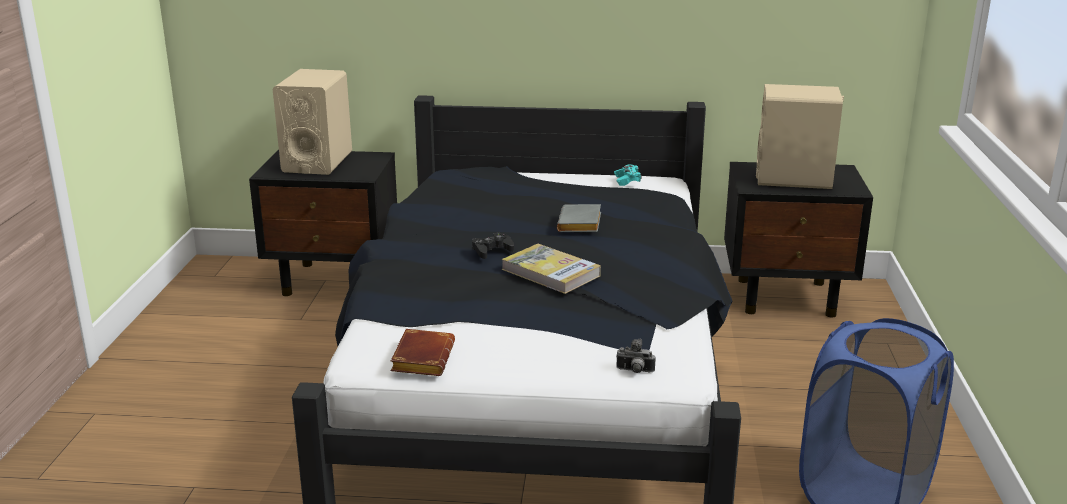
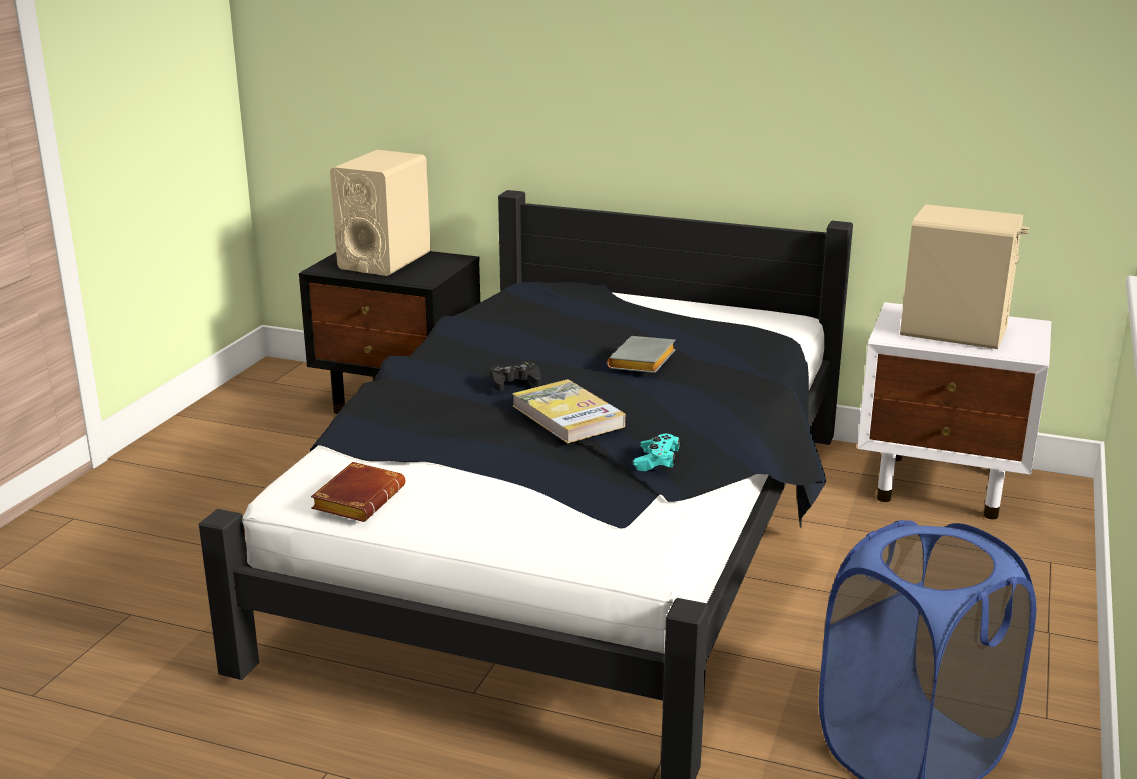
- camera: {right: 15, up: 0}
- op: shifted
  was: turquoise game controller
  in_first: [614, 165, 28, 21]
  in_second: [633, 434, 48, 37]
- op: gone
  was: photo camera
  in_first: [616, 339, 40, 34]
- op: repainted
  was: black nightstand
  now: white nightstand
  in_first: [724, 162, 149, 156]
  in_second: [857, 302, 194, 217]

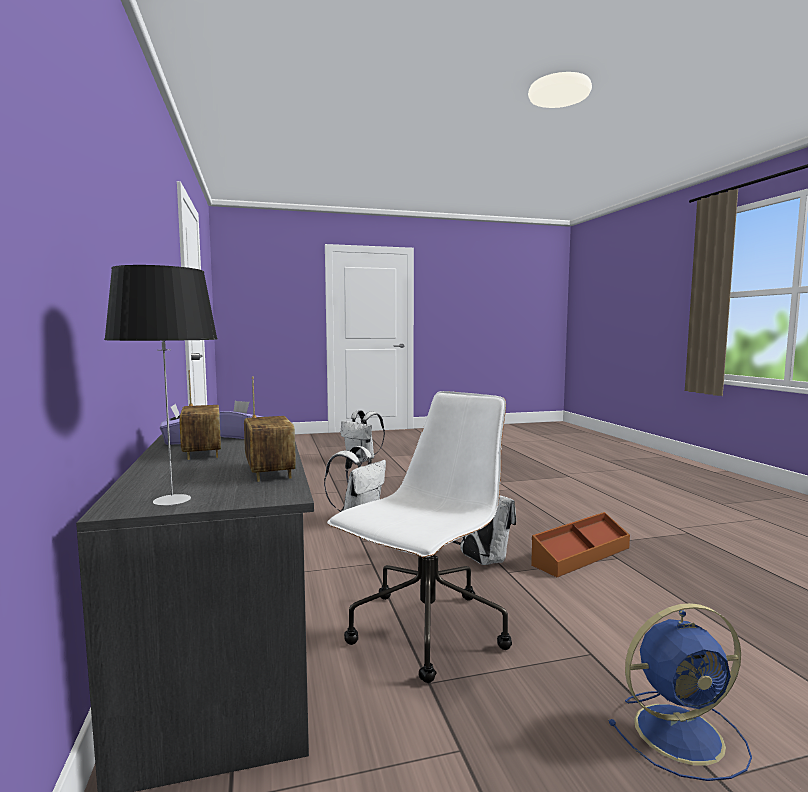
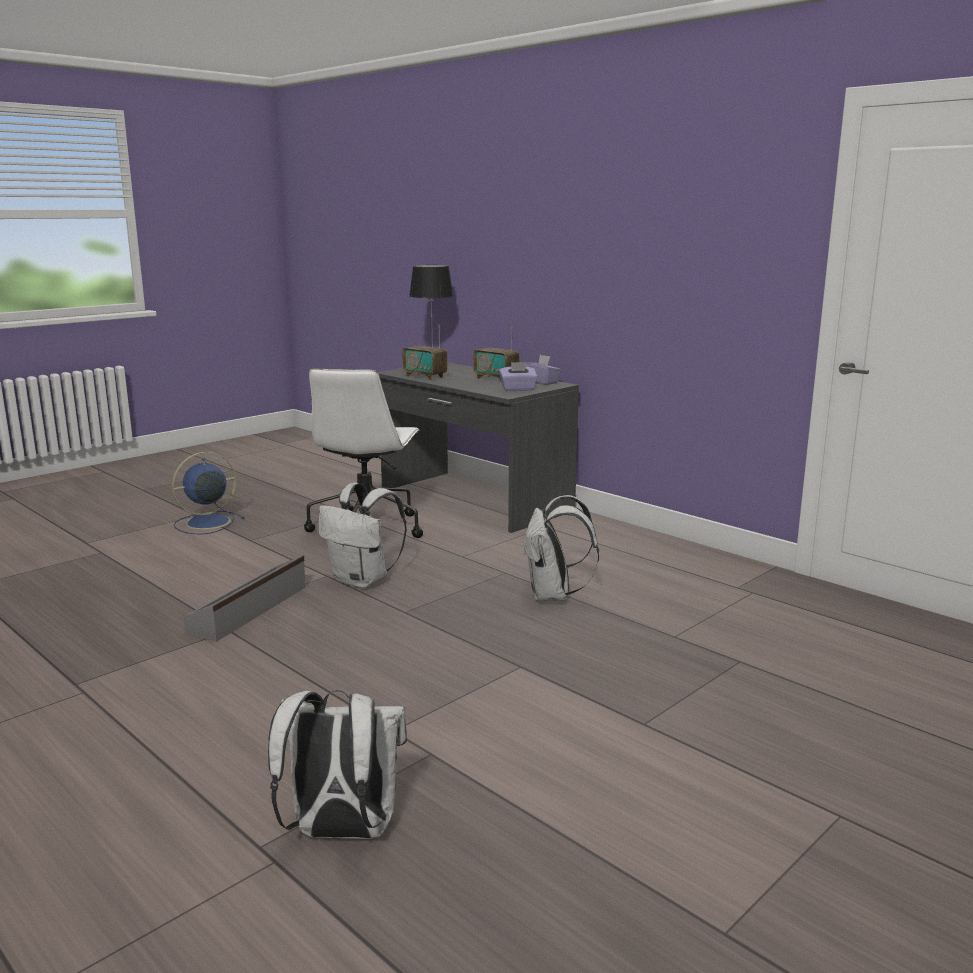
- camera: {right: 150, up: 10}
- op: shifted
  was: white backpack
  in_first: [341, 410, 44, 52]
  in_second: [268, 690, 139, 149]
- op: repainted
  was: brown storage box
  now: grey storage box
  in_first: [531, 512, 99, 65]
  in_second: [183, 555, 123, 87]

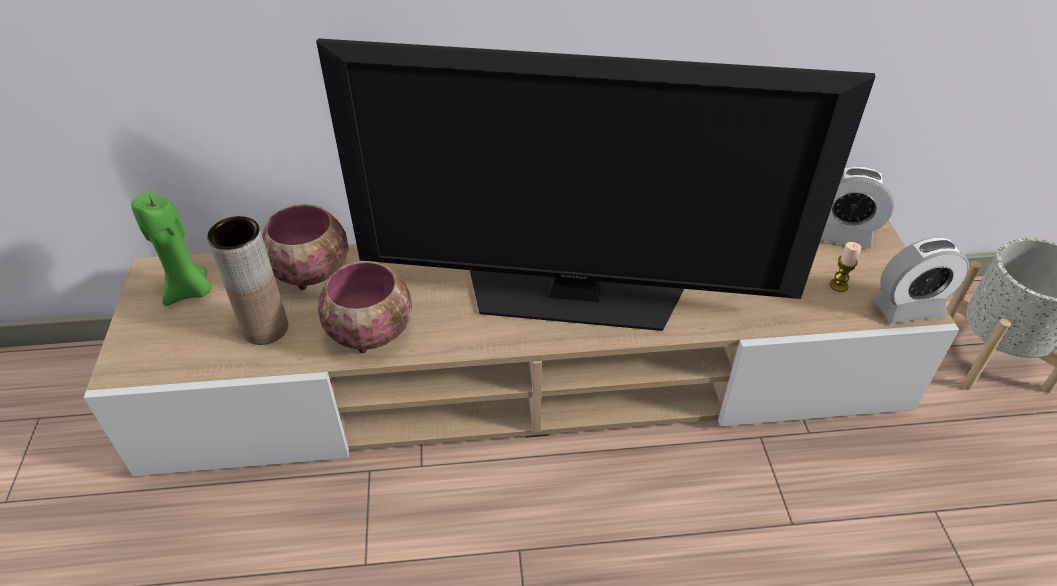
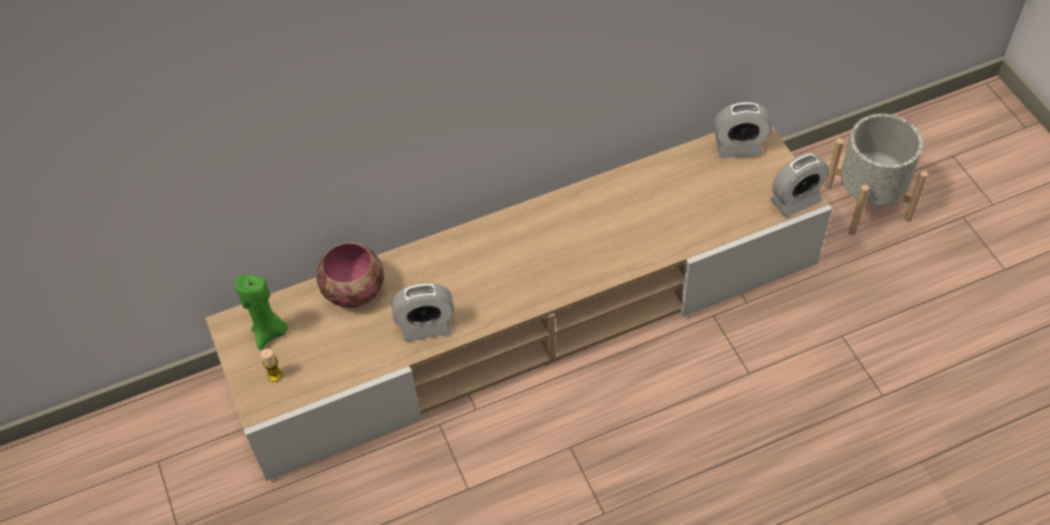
- camera: {right: -15, up: 10}
- op: gone
  was: brown vase
  in_first: [207, 216, 81, 129]
- op: gone
  was: television
  in_first: [316, 38, 560, 293]
- op: swapped
  was: bowl
  now: alarm clock
  in_first: [318, 261, 94, 92]
  in_second: [391, 283, 63, 59]
- op: shifted
  was: candle
  in_first: [829, 242, 33, 50]
  in_second: [261, 349, 21, 33]

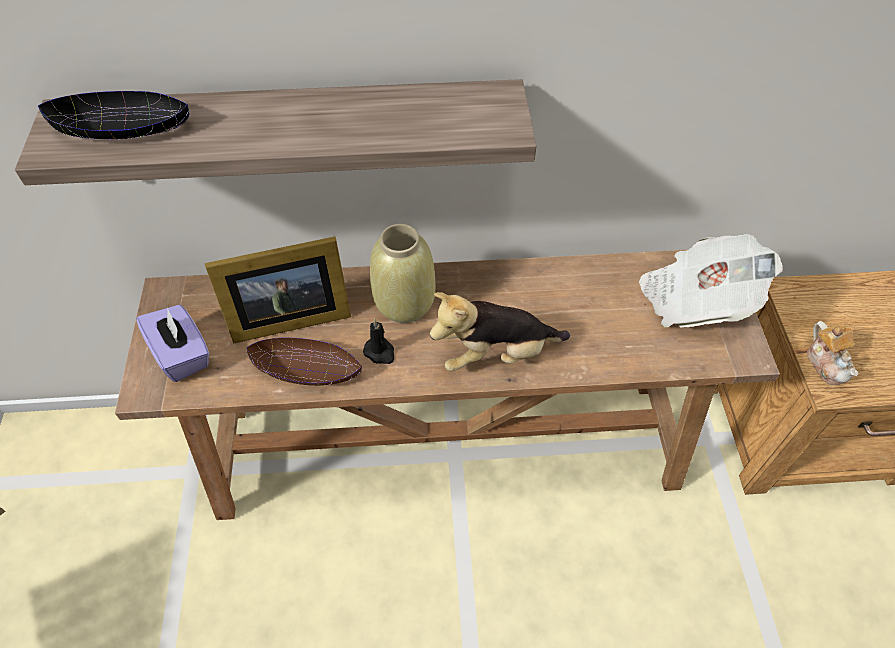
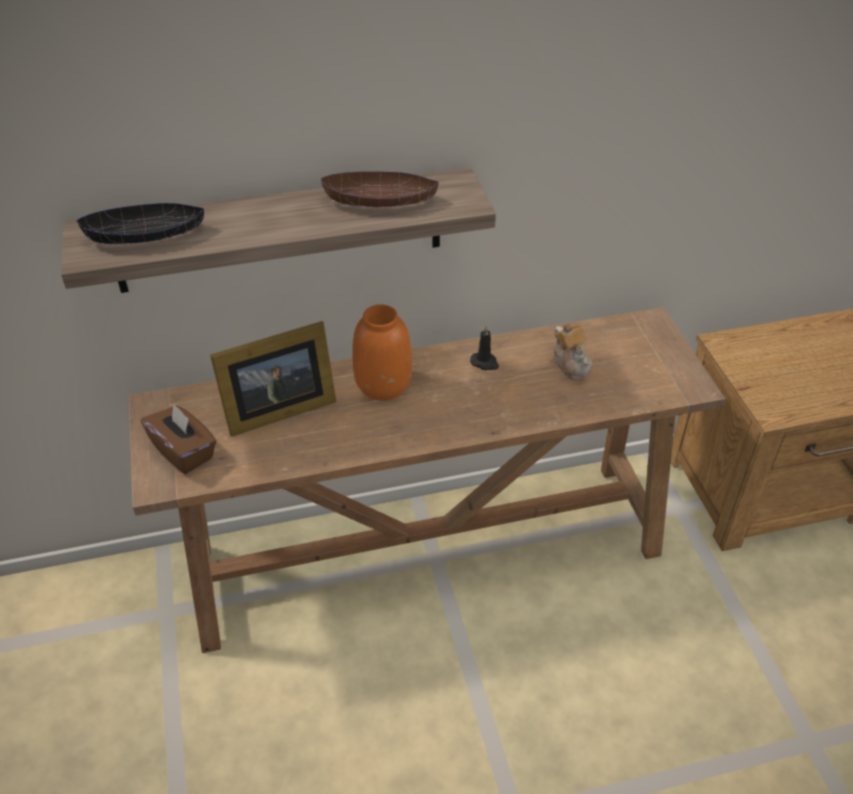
- camera: {right: -10, up: -10}
- op: repainted
  was: purple tissue box
  now: brown tissue box
  in_first: [136, 305, 73, 77]
  in_second: [141, 403, 76, 71]
- op: shifted
  was: brown bowl
  in_first: [246, 337, 116, 49]
  in_second: [321, 171, 117, 36]
- op: shifted
  was: black candle
  in_first: [363, 319, 31, 45]
  in_second: [470, 325, 29, 45]
- op: repainted
  was: beige vase
  now: orange vase
  in_first: [370, 224, 65, 99]
  in_second: [352, 304, 60, 97]
- op: gone
  was: plush toy
  in_first: [430, 292, 140, 79]
- op: gone
  was: newspaper
  in_first: [639, 234, 144, 93]
- op: shifted
  was: teapot
  in_first: [807, 321, 52, 64]
  in_second: [553, 323, 39, 58]

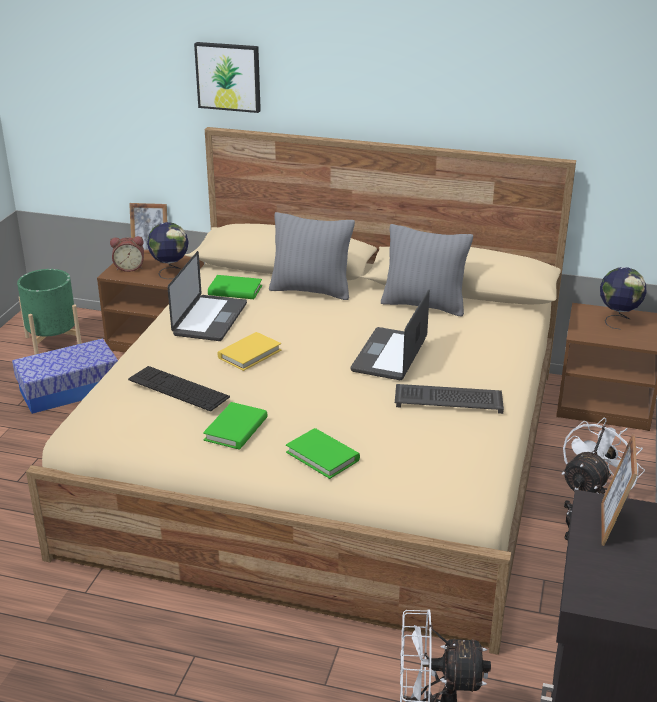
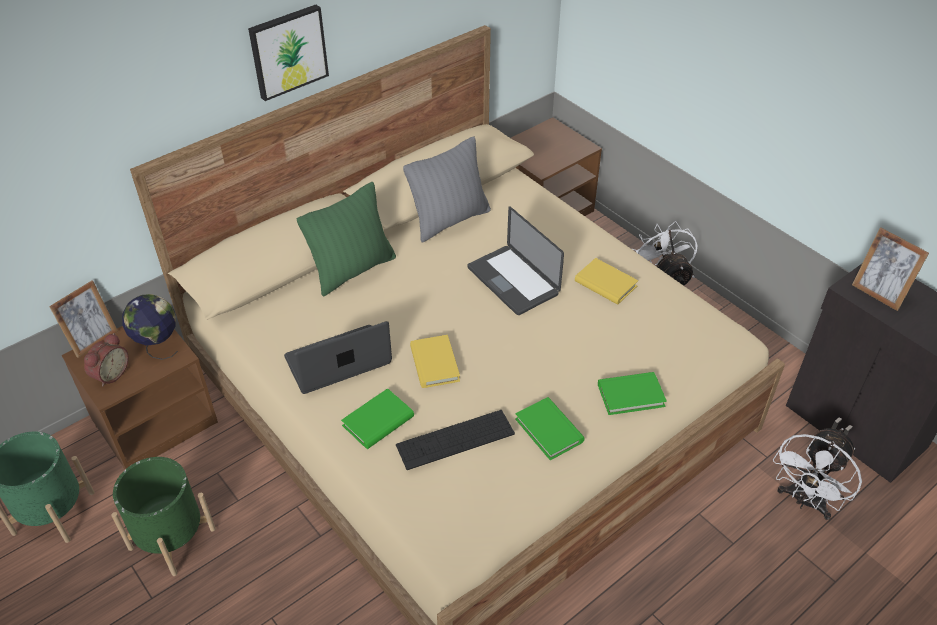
- camera: {right: -55, up: 15}
- op: swapped
  was: storage box
  now: green planter
  in_first: [12, 338, 106, 76]
  in_second: [111, 457, 105, 119]
- op: rotated
  was: laptop
  in_first: [168, 251, 79, 90]
  in_second: [284, 321, 108, 73]
  clockwise: -75
- op: shifted
  was: picture
  in_first: [194, 42, 67, 71]
  in_second: [248, 5, 81, 96]
- op: shifted
  was: green book
  in_first: [208, 275, 54, 24]
  in_second: [341, 388, 73, 61]
- op: repainted
  was: grey pillow
  now: green pillow
  in_first: [269, 212, 86, 88]
  in_second: [297, 182, 99, 114]
- op: swapped
  was: keyboard
  now: yellow book
  in_first: [395, 384, 109, 30]
  in_second: [575, 258, 63, 47]
- op: gone
  was: globe
  in_first: [600, 267, 47, 63]

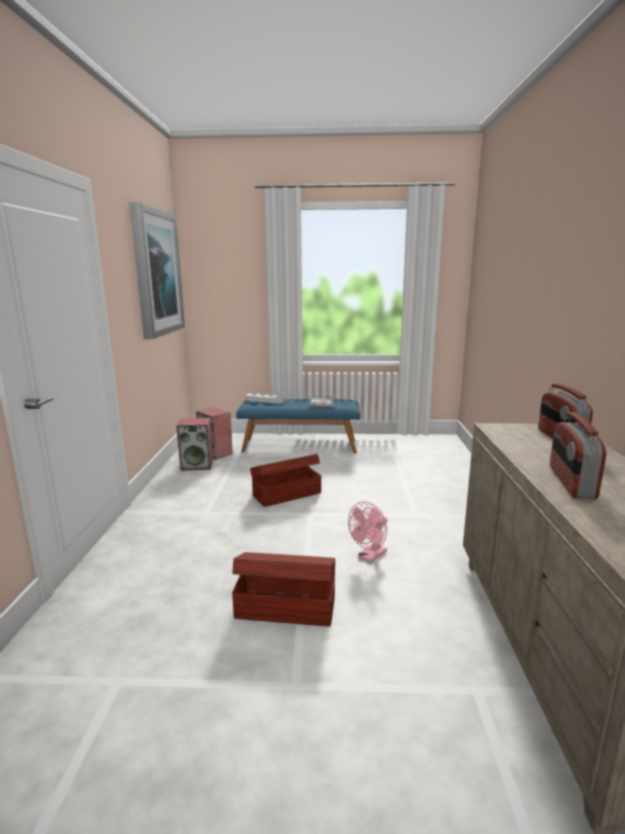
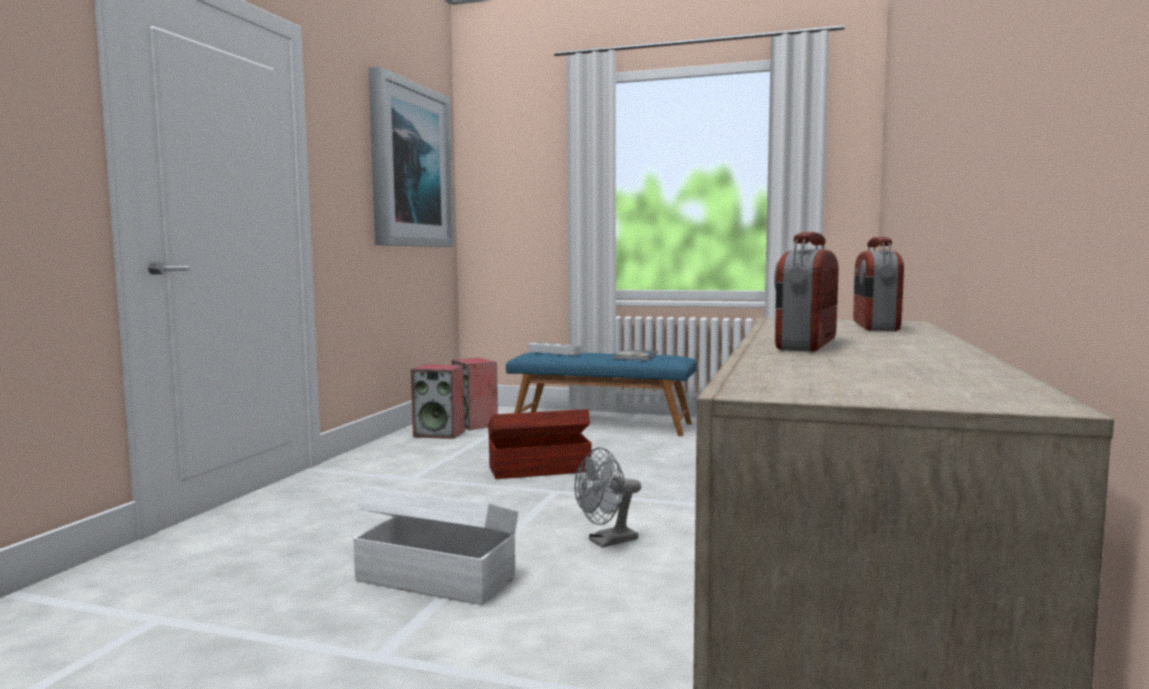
- camera: {right: 15, up: -10}
- op: repainted
  was: brown storage box
  now: white storage box
  in_first: [232, 552, 103, 75]
  in_second: [353, 486, 165, 119]
- op: repainted
  was: pink fan
  now: grey fan
  in_first: [348, 502, 40, 61]
  in_second: [574, 447, 67, 101]

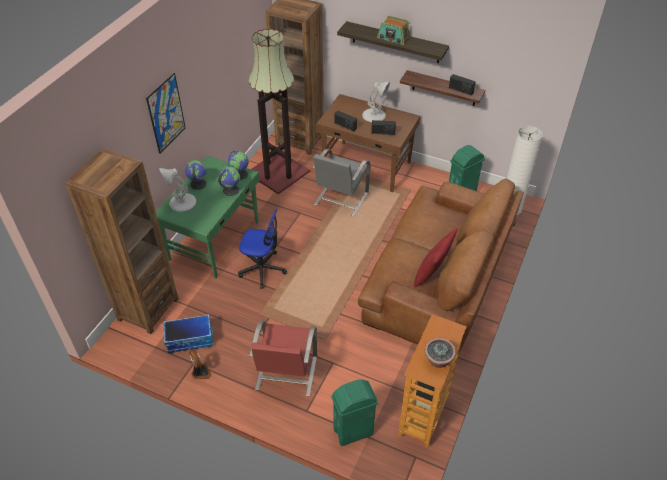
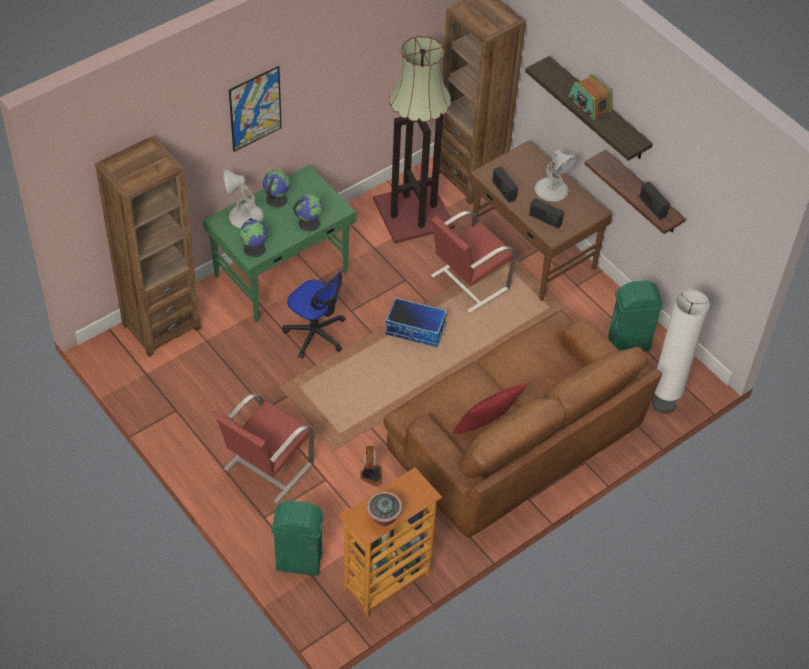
- camera: {right: 25, up: 5}
- op: shifted
  was: storage box
  in_first: [163, 314, 50, 39]
  in_second: [385, 297, 62, 50]
- op: shifted
  was: fan
  in_first: [189, 349, 23, 30]
  in_second: [360, 446, 22, 40]
- op: shifted
  was: globe
  in_first: [228, 151, 21, 29]
  in_second: [240, 218, 28, 39]
- op: repainted
  was: grey chair
  now: red chair
  in_first: [312, 149, 59, 68]
  in_second: [430, 211, 86, 102]

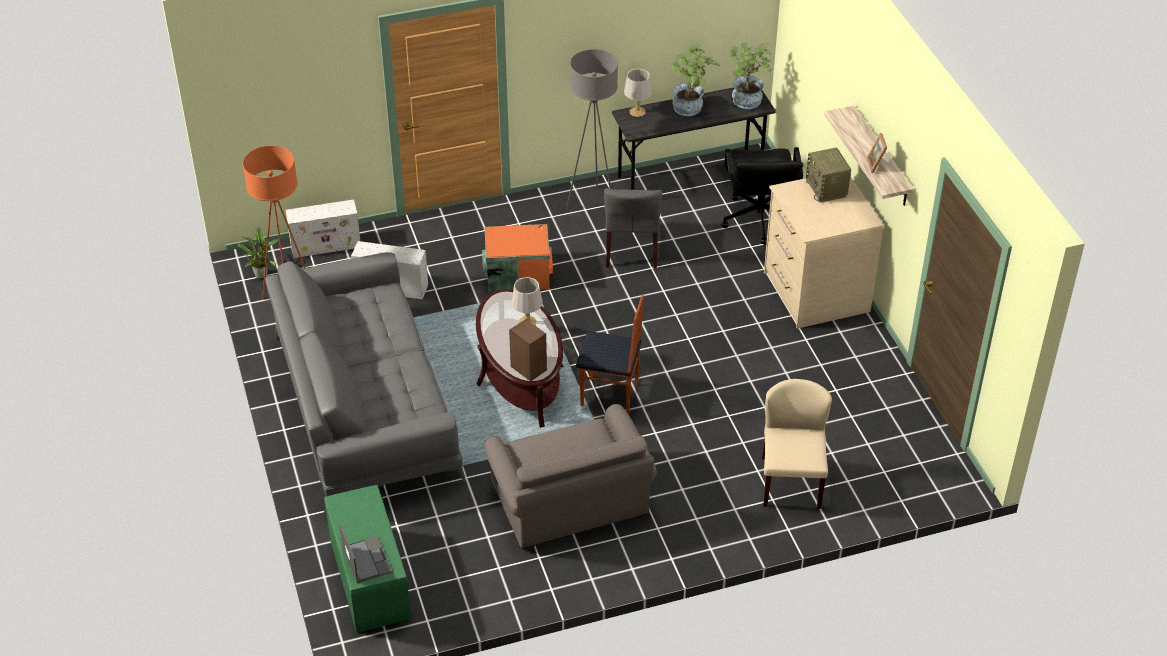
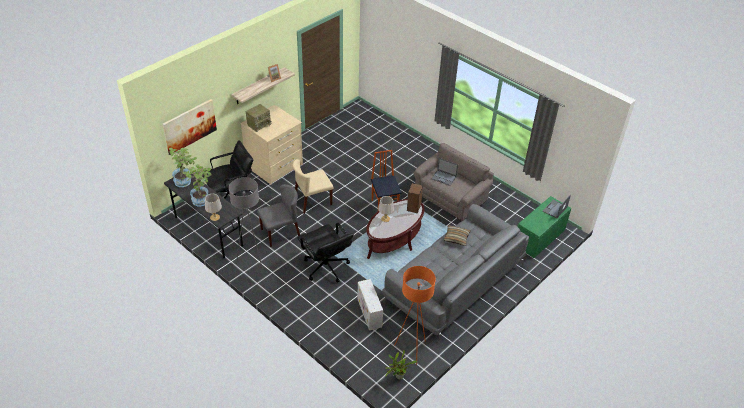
- camera: {right: -120, up: 0}
- op: gone
  was: white storage box
  in_first: [286, 199, 74, 59]
- op: swapped
  was: orange storage box
  now: black office chair
  in_first: [482, 224, 71, 69]
  in_second: [298, 223, 56, 59]
- op: shifted
  was: beige chair
  in_first: [762, 379, 70, 130]
  in_second: [293, 159, 41, 55]
- op: new
  now: picture
  in_second: [163, 99, 54, 56]
- op: new
  now: laptop
  in_second: [431, 158, 27, 28]
- op: new
  now: pillow
  in_second: [444, 225, 26, 21]

